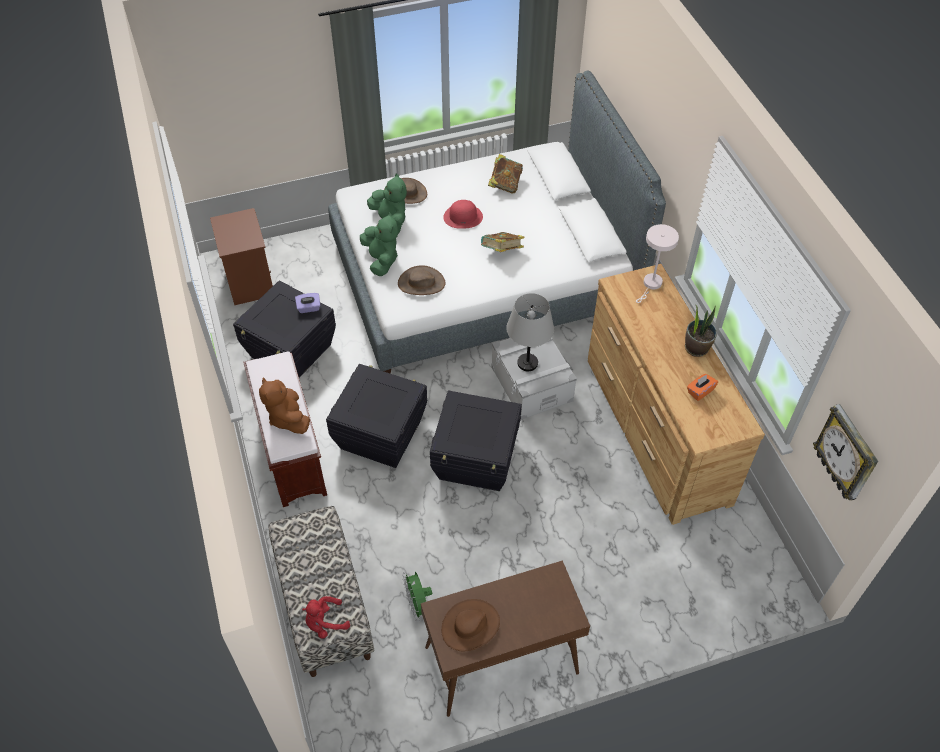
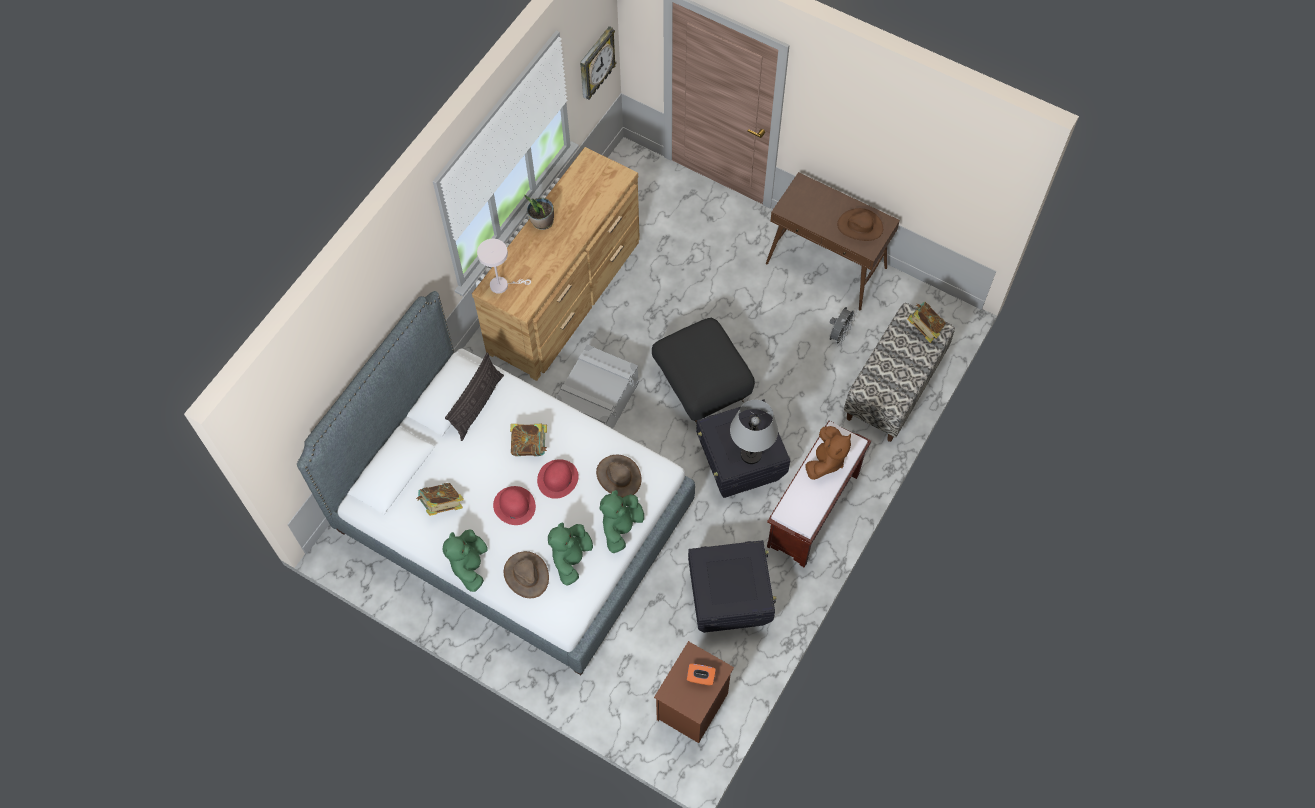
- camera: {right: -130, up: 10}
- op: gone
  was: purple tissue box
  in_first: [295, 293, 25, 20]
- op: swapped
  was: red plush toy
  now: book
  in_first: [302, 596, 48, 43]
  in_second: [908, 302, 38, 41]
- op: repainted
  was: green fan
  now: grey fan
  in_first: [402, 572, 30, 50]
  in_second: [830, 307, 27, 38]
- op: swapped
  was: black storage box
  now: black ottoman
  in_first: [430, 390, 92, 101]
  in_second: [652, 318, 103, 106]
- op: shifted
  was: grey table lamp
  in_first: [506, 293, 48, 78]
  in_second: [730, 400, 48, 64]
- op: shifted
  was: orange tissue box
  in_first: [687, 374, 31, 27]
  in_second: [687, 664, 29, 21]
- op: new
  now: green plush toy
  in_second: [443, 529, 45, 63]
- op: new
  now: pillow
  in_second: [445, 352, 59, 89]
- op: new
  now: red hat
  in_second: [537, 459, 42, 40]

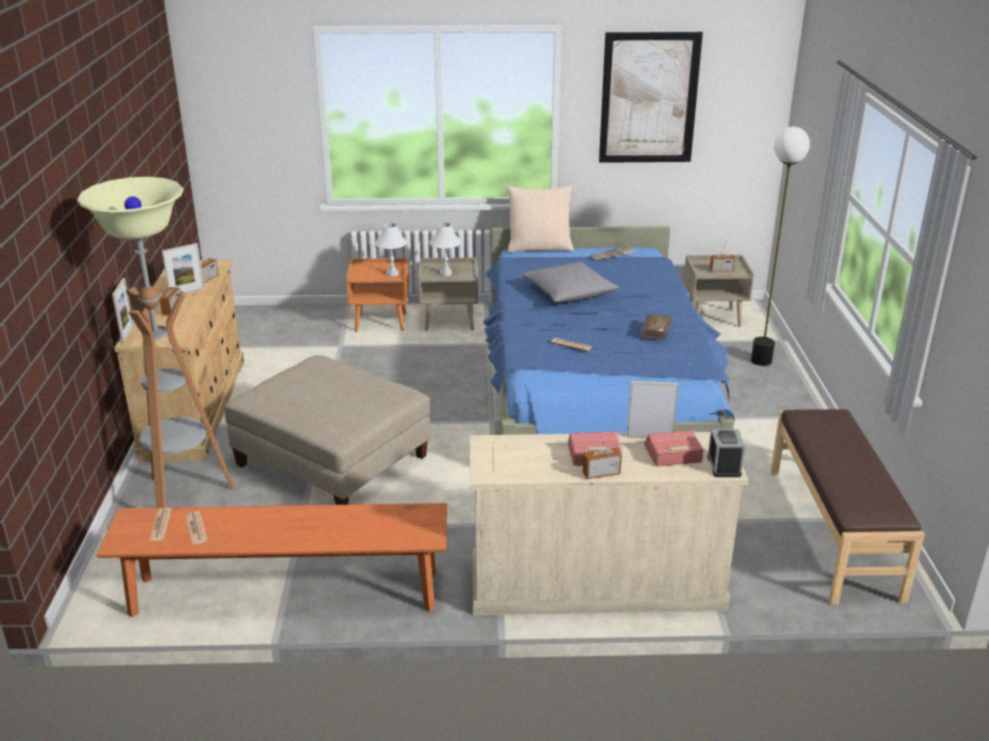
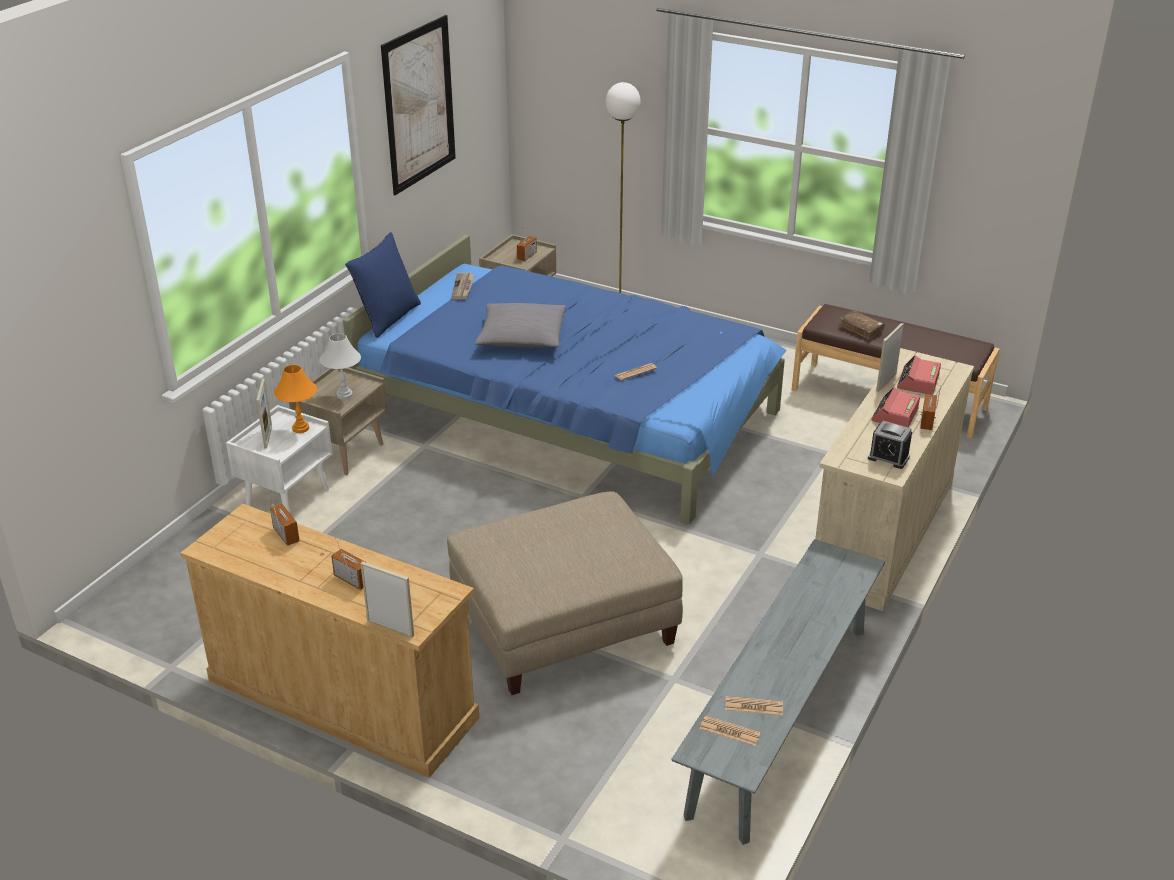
- camera: {right: -60, up: 5}
- op: gone
  was: floor lamp
  in_first: [77, 177, 157, 331]
- op: repainted
  was: orange bench
  now: grey bench
  in_first: [96, 503, 351, 114]
  in_second: [672, 539, 213, 306]
- op: shifted
  was: picture frame
  in_first: [162, 243, 42, 51]
  in_second: [256, 378, 16, 71]
- op: repainted
  was: orange nightstand
  now: white nightstand
  in_first: [346, 258, 63, 74]
  in_second: [226, 405, 106, 108]
- op: repainted
  was: white table lamp
  now: orange table lamp
  in_first: [375, 223, 32, 54]
  in_second: [274, 365, 43, 68]
- op: repainted
  was: beige pillow
  now: blue pillow
  in_first: [507, 185, 67, 68]
  in_second: [345, 232, 76, 106]
- op: shifted
  was: brown book
  in_first: [641, 314, 31, 25]
  in_second: [838, 310, 47, 31]
- op: shifted
  was: alarm clock
  in_first: [708, 429, 37, 48]
  in_second: [868, 421, 44, 48]

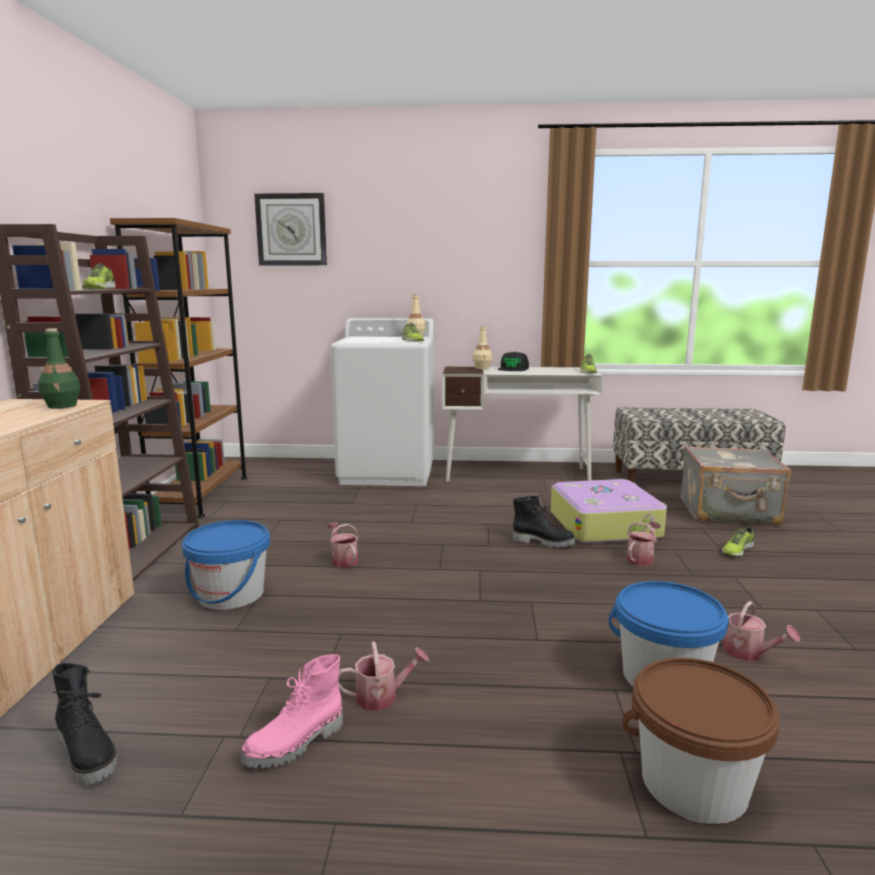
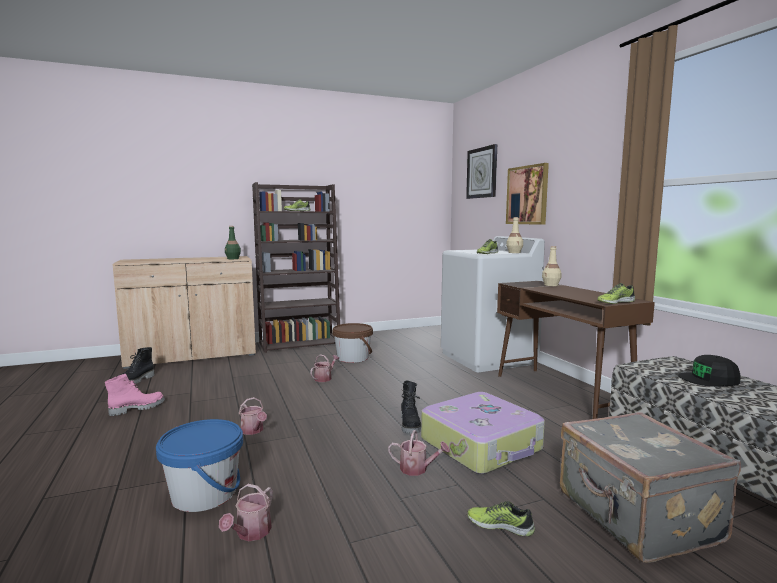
- camera: {right: 65, up: -5}
- op: gone
  was: brown bookcase
  in_first: [110, 218, 138, 300]
- op: gone
  was: blue bucket
  in_first: [182, 520, 88, 90]
- op: rotated
  was: pink boot
  in_first: [240, 654, 103, 114]
  in_second: [105, 374, 60, 42]
  clockwise: 120
- op: shifted
  was: watering can
  in_first: [338, 642, 91, 69]
  in_second: [239, 397, 28, 38]
- op: repainted
  was: white desk
  now: brown desk
  in_first: [442, 366, 161, 116]
  in_second: [497, 281, 158, 138]
- op: shifted
  was: black cap
  in_first: [498, 352, 31, 19]
  in_second: [678, 355, 63, 32]
- op: shifted
  was: brown bucket
  in_first: [622, 658, 158, 166]
  in_second: [332, 323, 41, 40]
- op: new
  now: picture
  in_second: [506, 163, 43, 62]

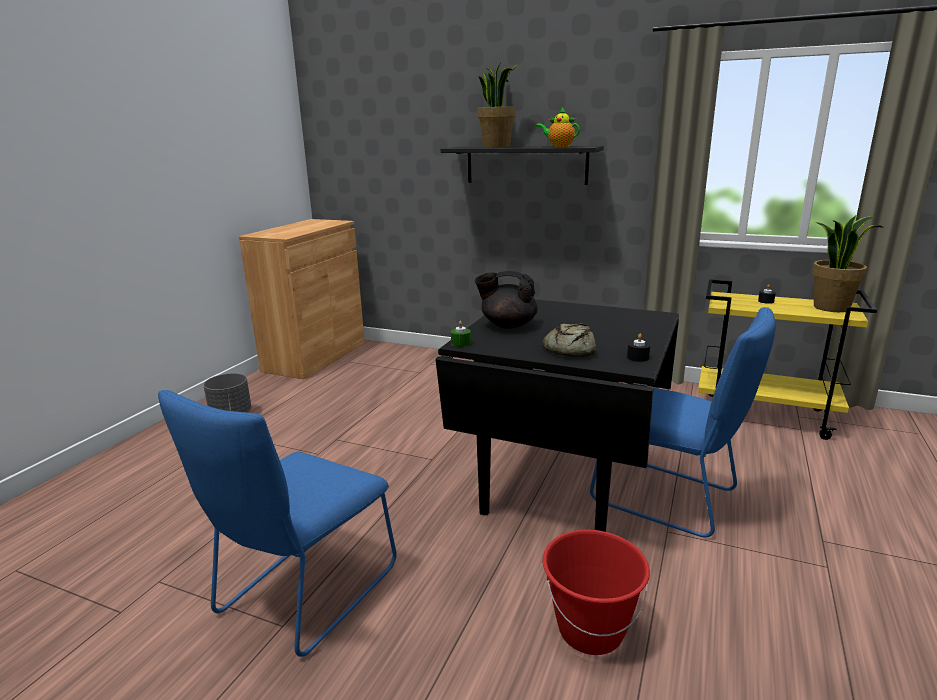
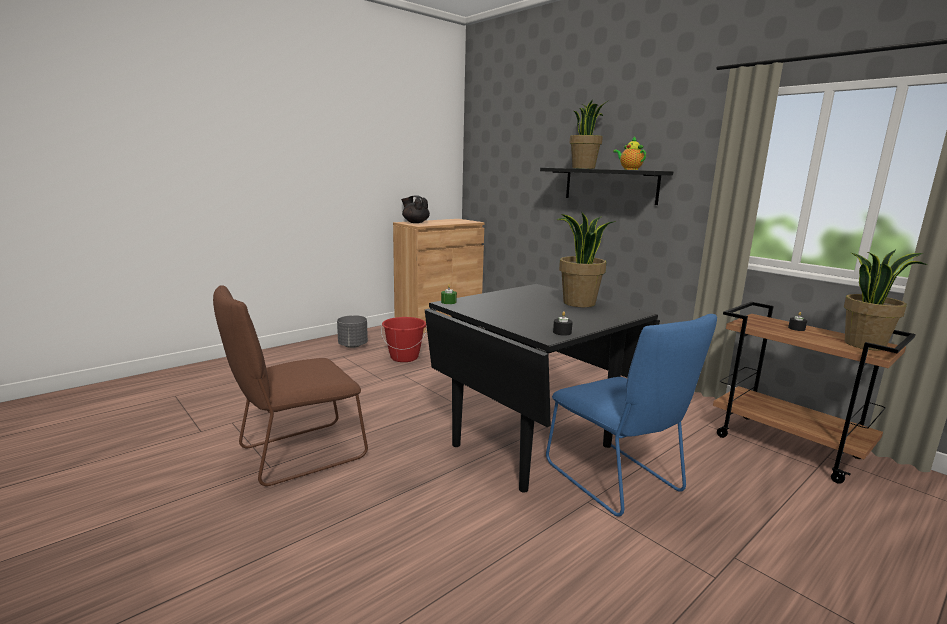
- camera: {right: 25, up: -5}
- op: repainted
  was: blue chair
  now: brown chair
  in_first: [158, 390, 239, 267]
  in_second: [213, 285, 155, 201]
- op: shifted
  was: black teapot
  in_first: [475, 271, 63, 58]
  in_second: [401, 195, 29, 28]
- op: gone
  was: bread
  in_first: [542, 323, 54, 34]
- op: shifted
  was: red bucket
  in_first: [543, 530, 107, 125]
  in_second: [381, 317, 46, 45]
- op: repainted
  was: yellow cart
  now: brown cart
  in_first: [698, 279, 179, 161]
  in_second: [713, 302, 203, 182]
- op: new
  now: potted plant
  in_second: [557, 211, 59, 96]

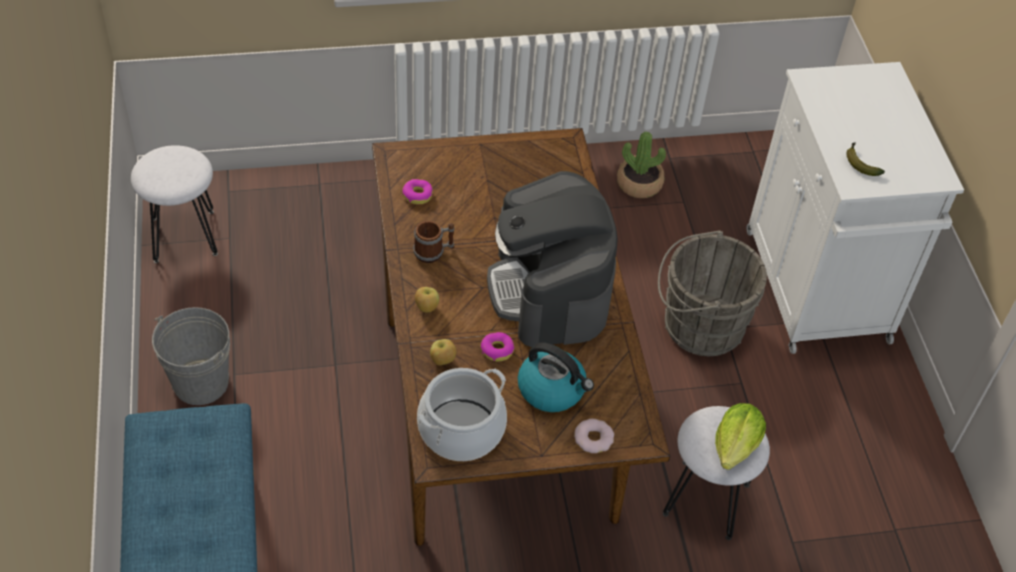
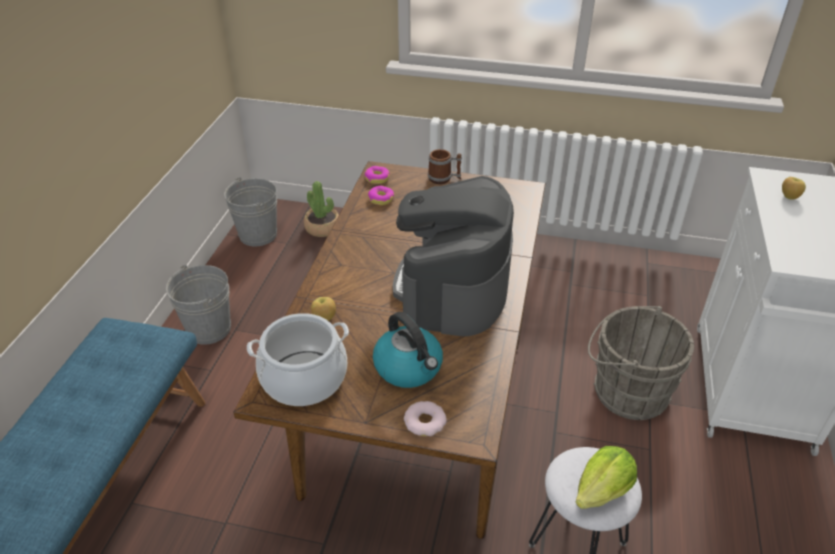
- camera: {right: 25, up: -10}
- op: swapped
  was: white stool
  now: grey bucket
  in_first: [131, 145, 87, 118]
  in_second: [224, 177, 53, 70]
- op: shifted
  was: mug
  in_first: [413, 221, 42, 42]
  in_second: [428, 149, 34, 35]
- op: shifted
  was: apple
  in_first: [415, 287, 24, 26]
  in_second: [782, 177, 24, 23]
- op: shifted
  was: donut
  in_first: [481, 332, 33, 29]
  in_second: [364, 166, 26, 18]
- op: shifted
  was: potted plant
  in_first: [617, 131, 49, 67]
  in_second: [304, 181, 35, 56]
- op: gone
  was: banana
  in_first: [847, 142, 37, 34]

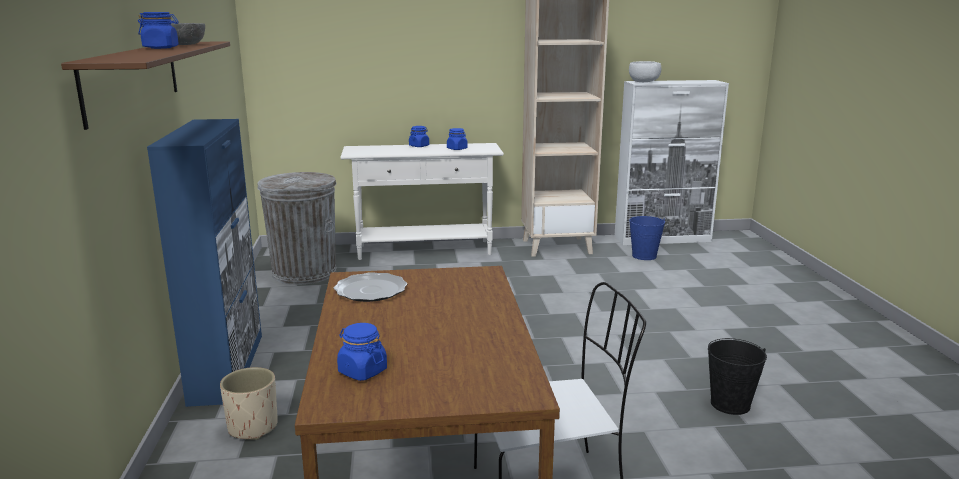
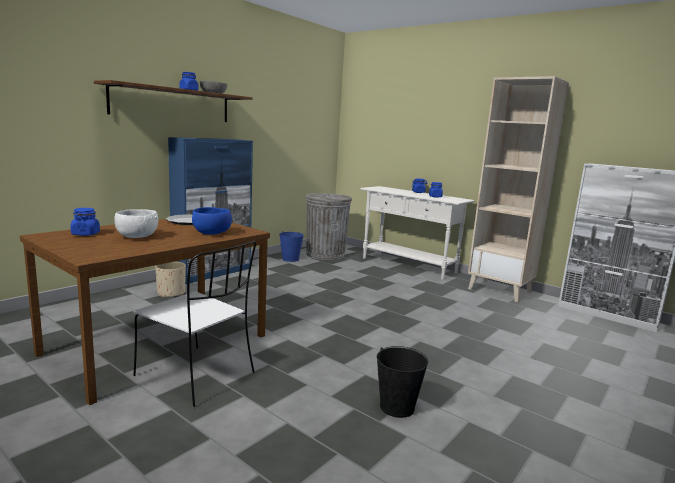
- camera: {right: 45, up: -5}
- op: shifted
  was: white bowl
  in_first: [629, 61, 32, 21]
  in_second: [114, 209, 44, 29]
- op: shifted
  was: blue bucket
  in_first: [629, 216, 36, 44]
  in_second: [279, 231, 25, 31]
- op: new
  now: blue bowl
  in_second: [192, 207, 40, 28]

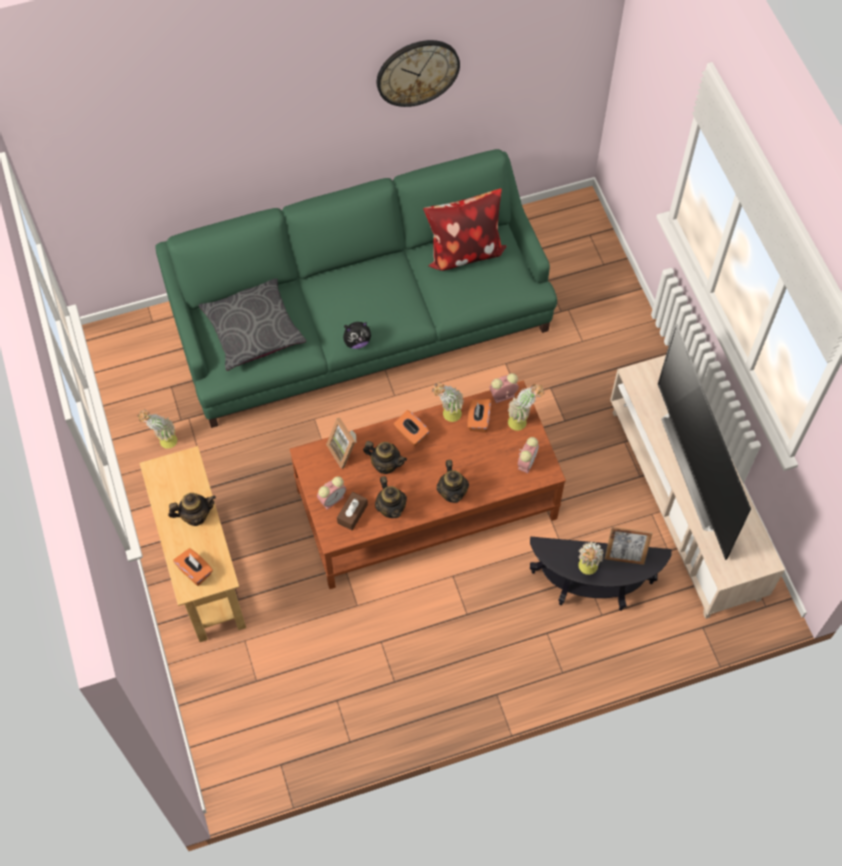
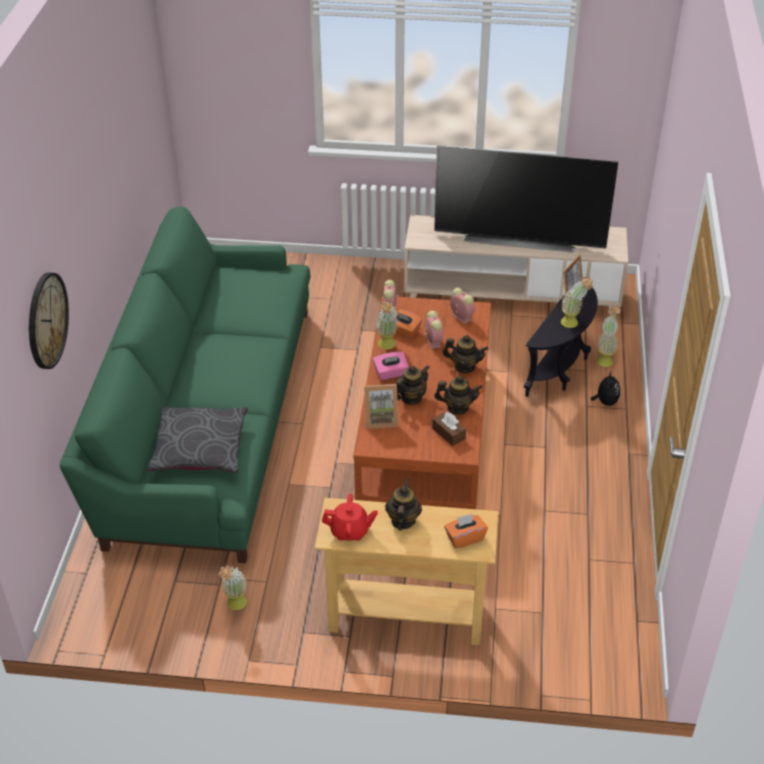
- camera: {right: -65, up: -20}
- op: shifted
  was: alarm clock
  in_first: [317, 476, 29, 34]
  in_second: [425, 311, 18, 38]
- op: shifted
  was: plush toy
  in_first: [343, 322, 28, 27]
  in_second: [591, 370, 29, 36]
- op: shifted
  was: wall clock
  in_first: [377, 40, 83, 67]
  in_second: [29, 272, 40, 97]
- op: repainted
  was: orange tissue box
  now: pink tissue box
  in_first: [394, 410, 36, 36]
  in_second: [373, 352, 36, 28]
- op: gone
  was: pillow
  in_first: [423, 188, 83, 83]
- op: shifted
  was: potted plant
  in_first: [508, 384, 36, 47]
  in_second: [597, 305, 24, 62]
- op: new
  now: red teapot
  in_second: [322, 494, 56, 47]

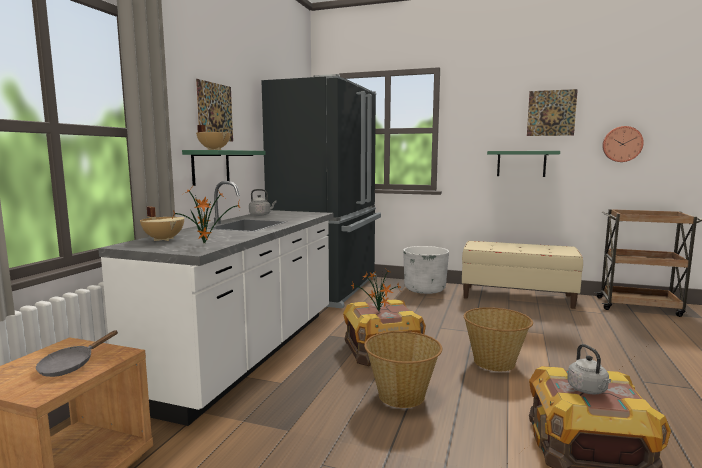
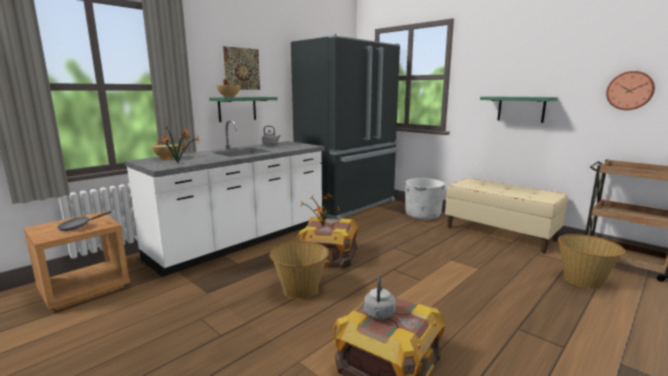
- camera: {right: 25, up: 5}
- op: shifted
  was: basket
  in_first: [464, 307, 69, 64]
  in_second: [558, 234, 68, 55]
- op: gone
  was: picture
  in_first: [527, 89, 51, 47]

